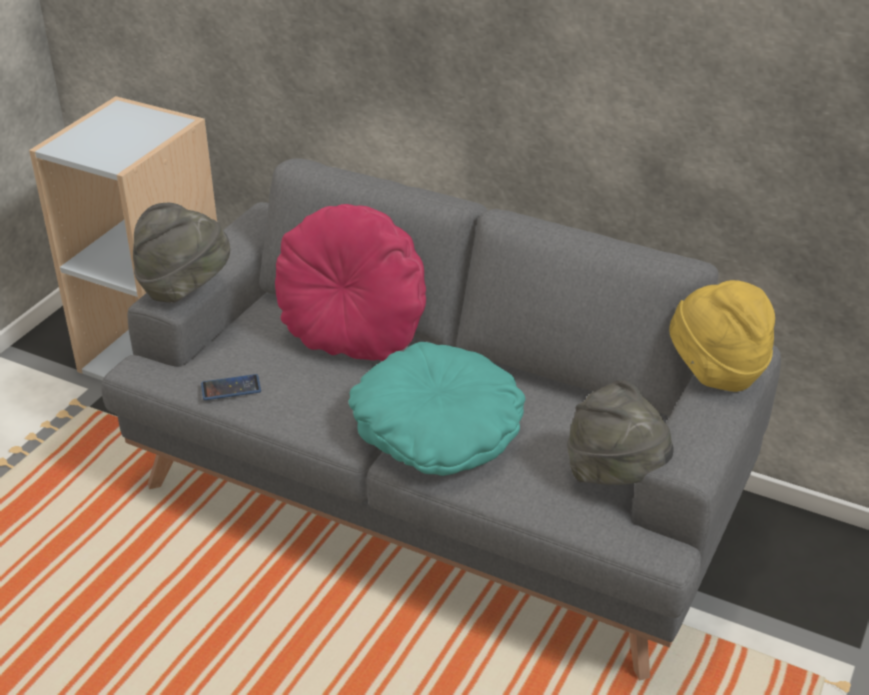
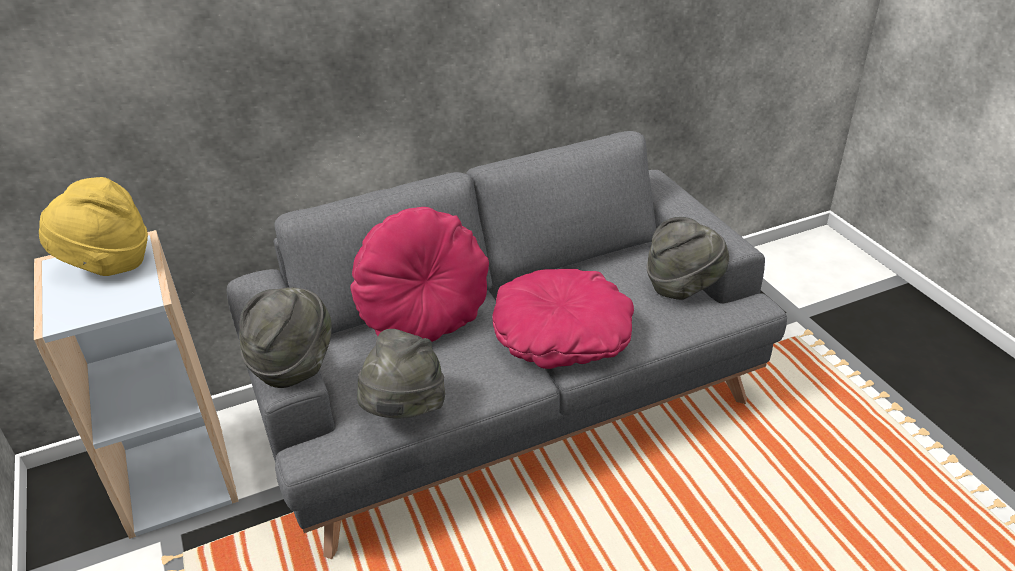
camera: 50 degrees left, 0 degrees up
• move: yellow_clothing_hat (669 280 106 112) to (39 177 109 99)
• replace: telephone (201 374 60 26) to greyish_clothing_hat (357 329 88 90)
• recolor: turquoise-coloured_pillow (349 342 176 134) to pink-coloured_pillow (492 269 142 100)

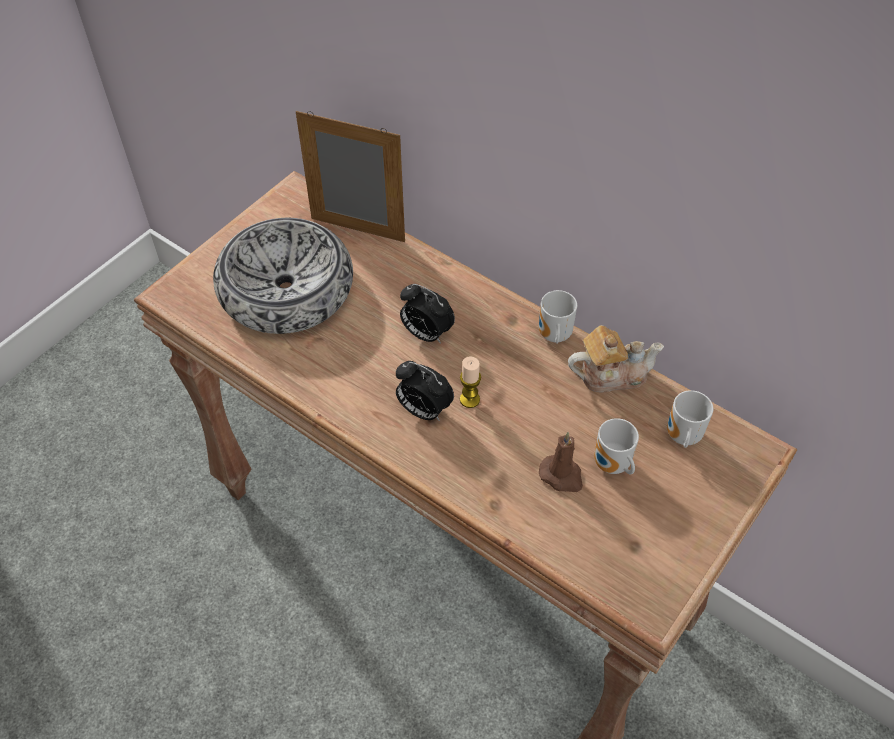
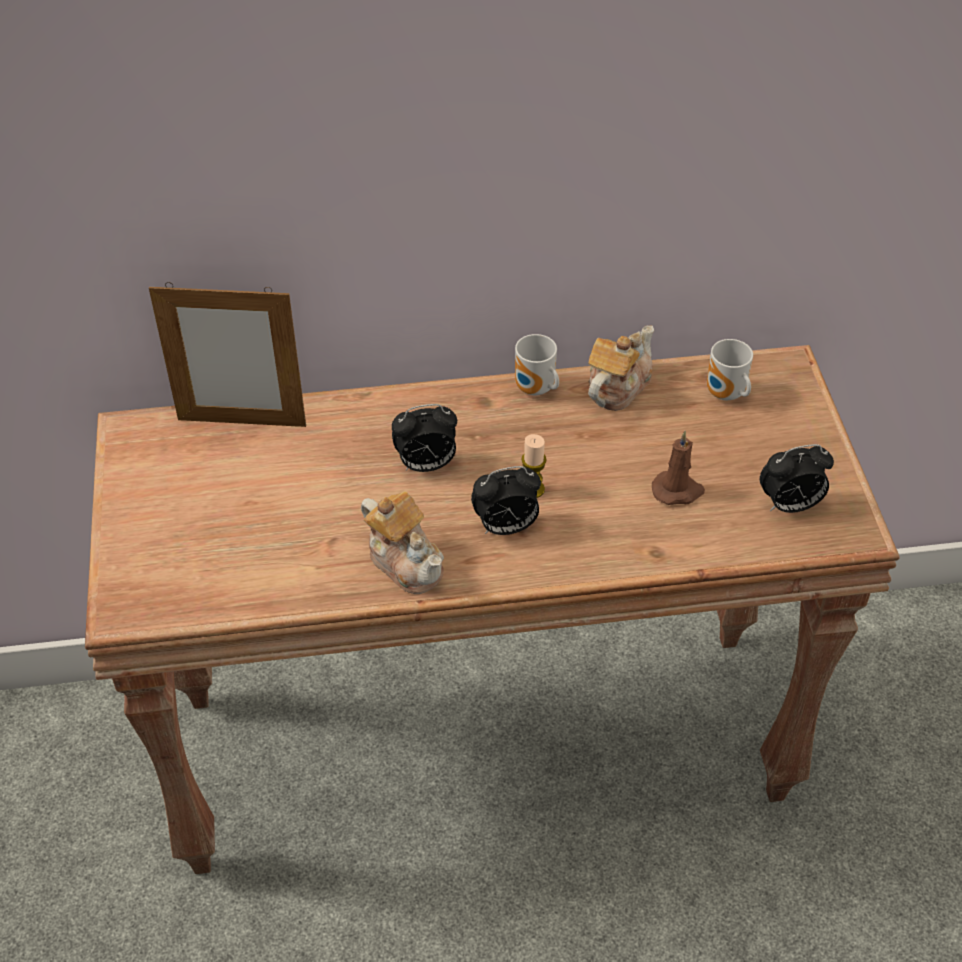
camera: 45 degrees left, 5 degrees down
• delete: bowl (213 218 140 116)
• delete: tea_mug (594 418 45 57)
• insert: pot_for_tea (361 491 83 103)
• insert: table_clock (760 444 74 69)
• rotate: photo_frame (296 111 109 131) = (149 282 157 145) 150 degrees counterclockwise

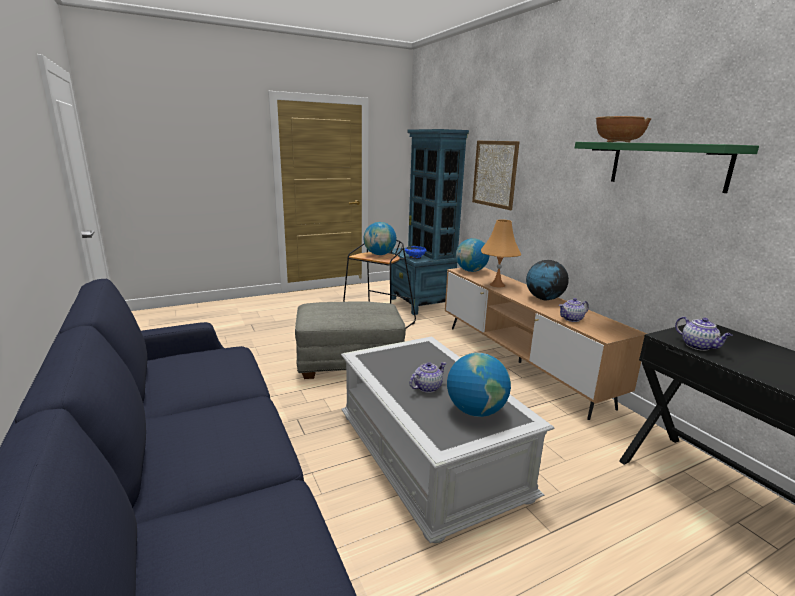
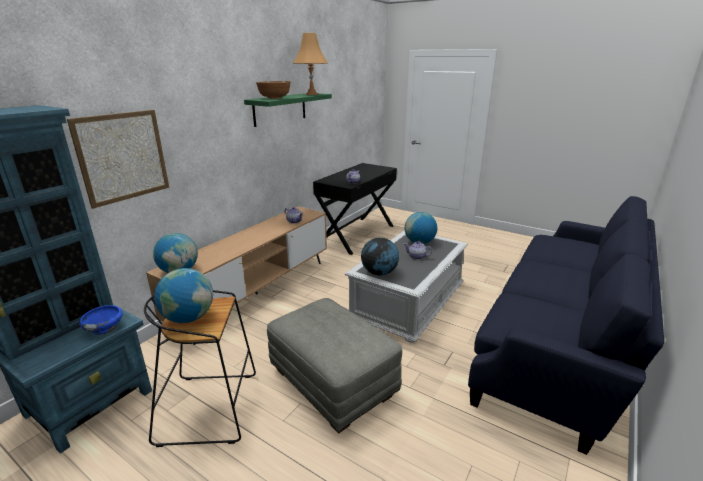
camera: 120 degrees left, 5 degrees up
• move: orangey_tabletop_lamp (481 219 40 68) to (293 33 35 62)
• move: world_globe (526 260 43 40) to (361 237 38 38)

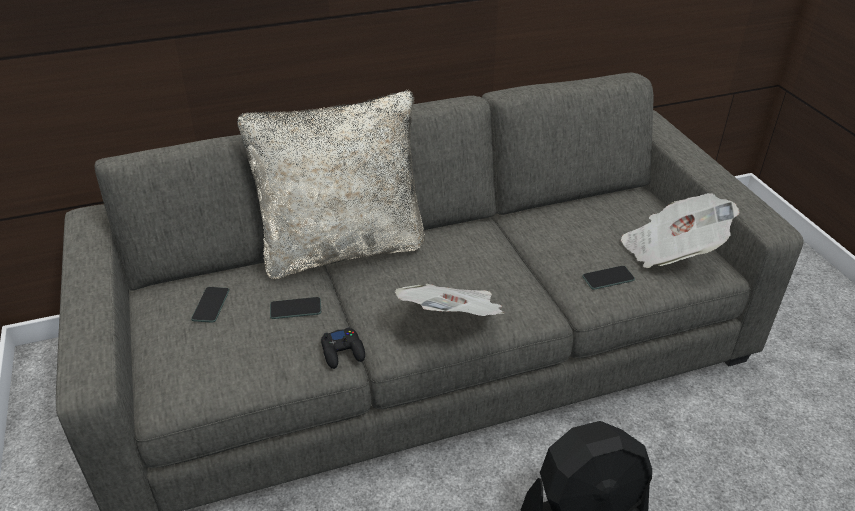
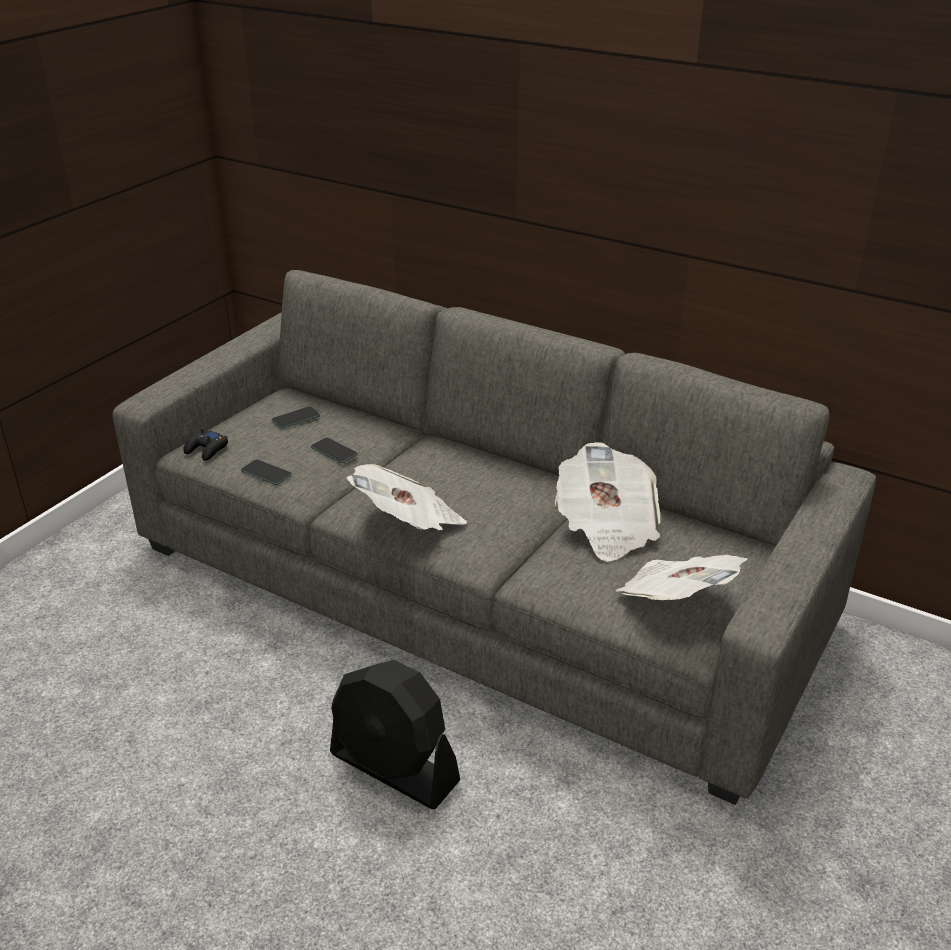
camera: 50 degrees right, 5 degrees down
• delete: beige-coloured_pillow (237 90 188 189)
• insert: printed_paper (555 442 106 120)
• move: blackish_joypad (321 327 44 42) to (183 429 45 32)
• move: telephone (582 266 53 24) to (241 459 51 26)

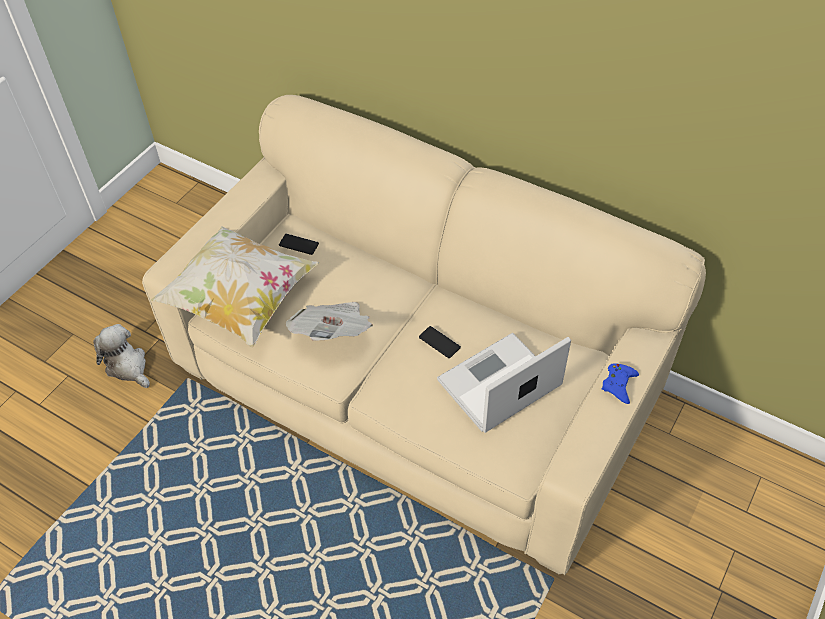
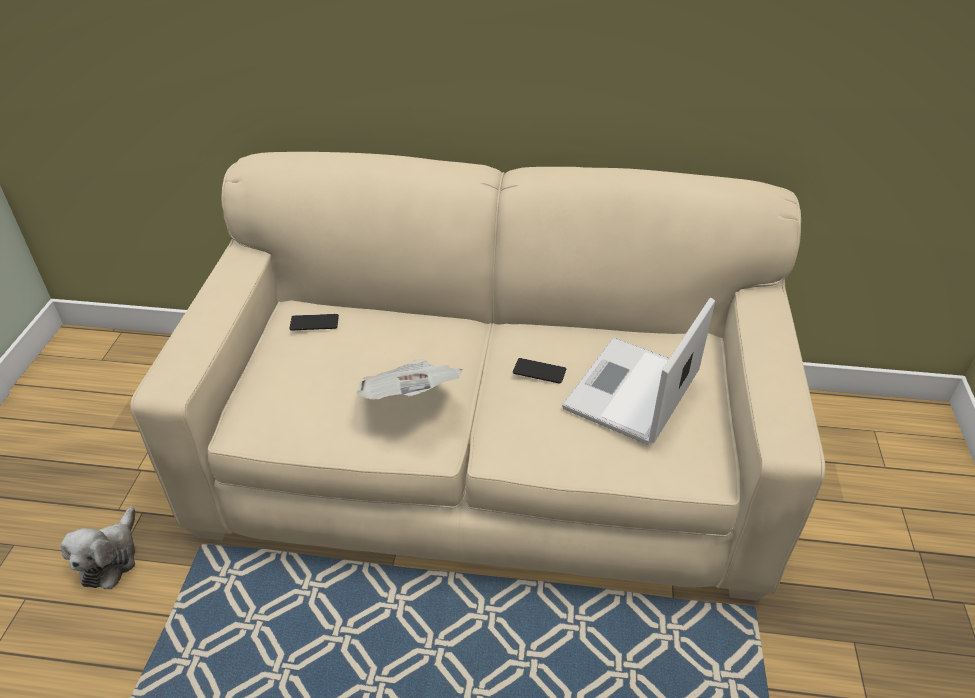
camera: 25 degrees left, 10 degrees down
• delete: pillow (150 227 169 120)
• delete: blue_joypad (601 363 38 41)
• rotate: cuddly_toy (93 324 57 64) = (61 507 74 82) 105 degrees counterclockwise

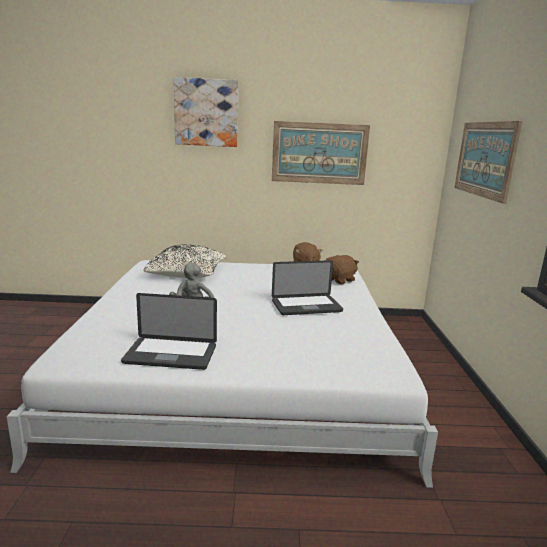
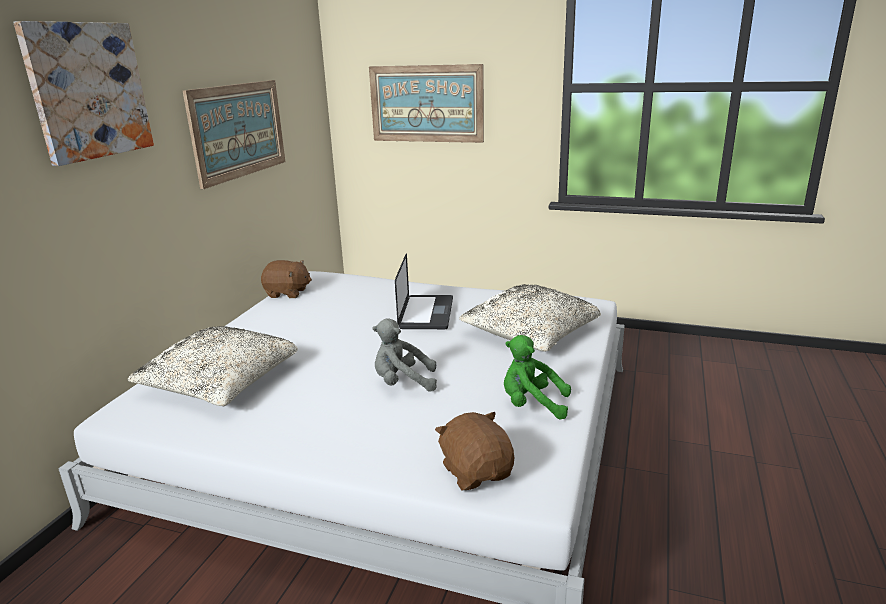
camera: 70 degrees left, 5 degrees up
• insert: beige-coloured_pillow (459 284 142 68)
• move: brown-coloured_cuddly_toy (325 255 34 29) to (435 411 79 79)
• replace: portable_computer (121 293 96 77) to green_cuddly_toy (504 335 67 84)

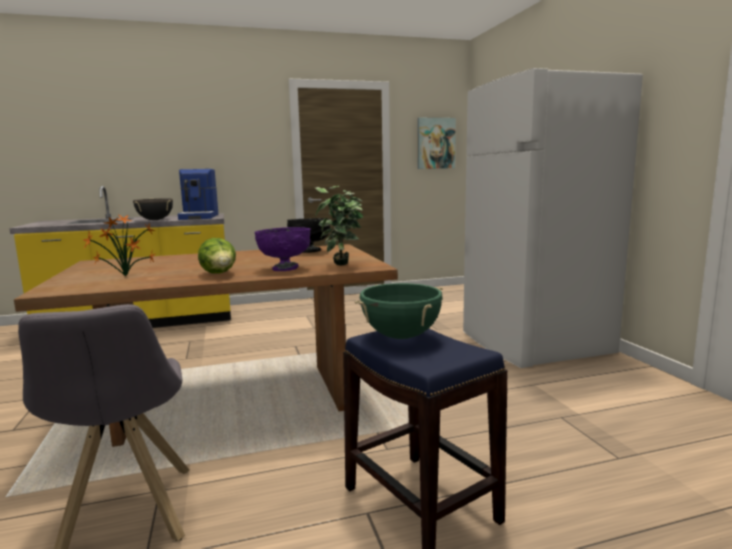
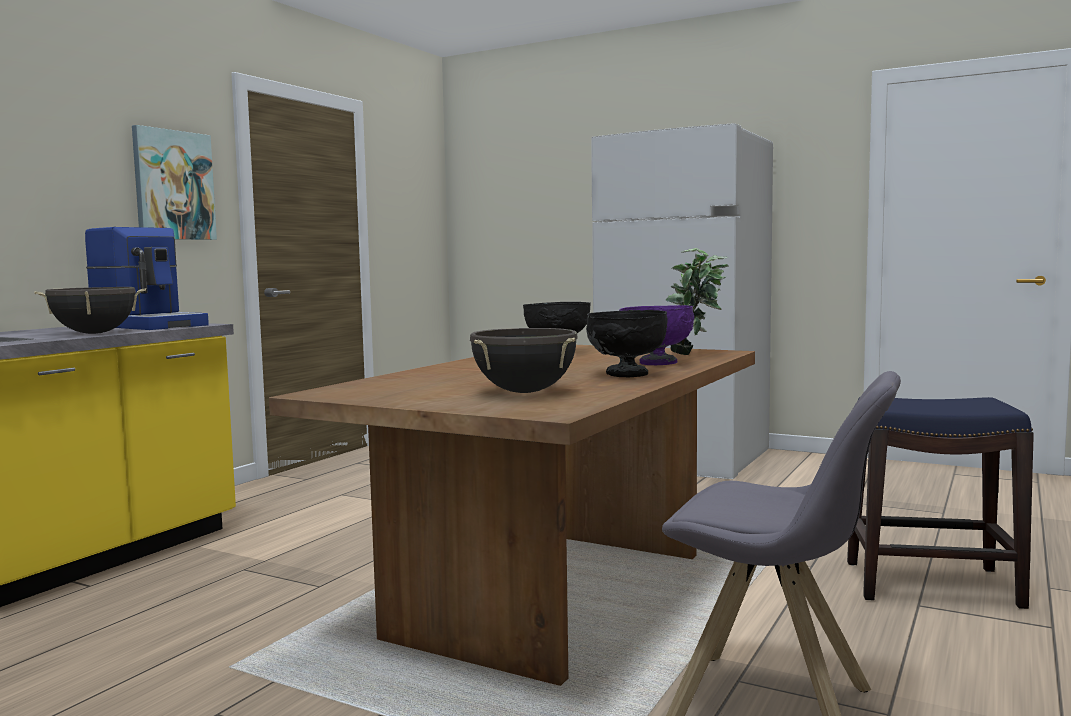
camera: 45 degrees left, 5 degrees down
• delete: green_saucepot (355 283 88 56)
• move: picture (418 118 38 51) to (132 125 85 115)
• replace: houseplant (83 214 72 63) to blackish_saucepot (470 328 108 65)
• replace: head_of_lettuce (198 238 38 36) to blackish_bowl (586 310 82 67)

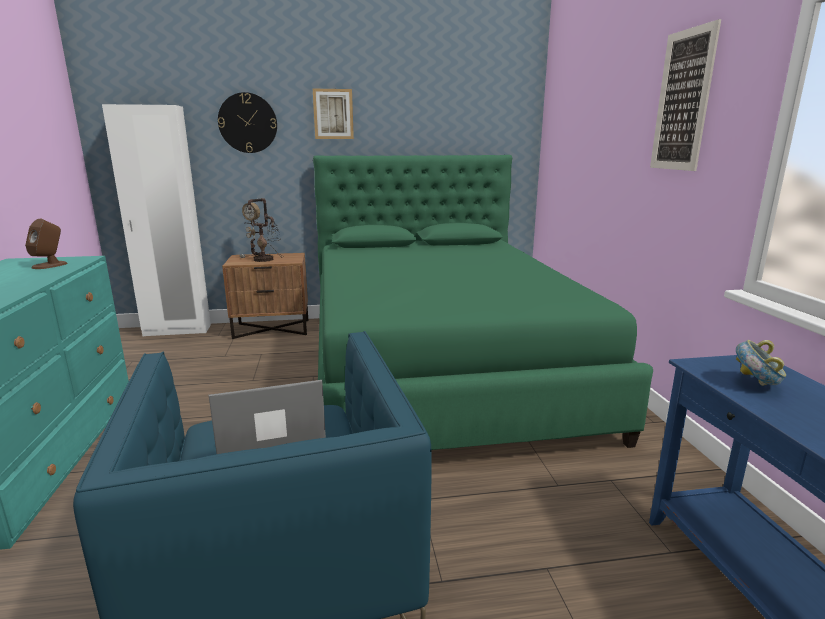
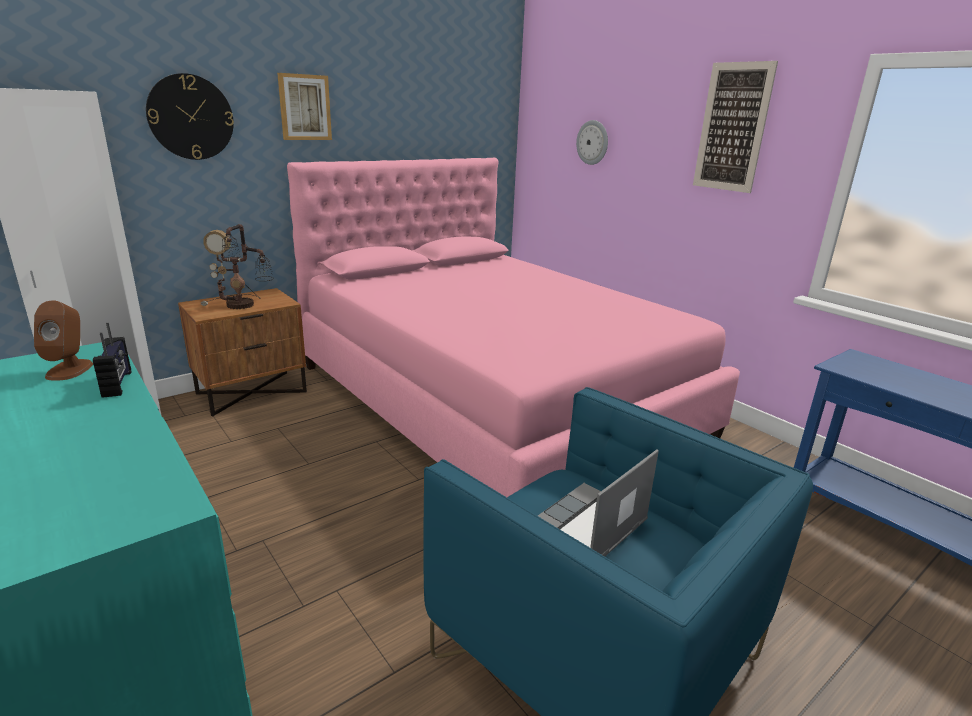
camera: 30 degrees left, 5 degrees up
• delete: bowl (736 340 50 46)
• insert: radio (93 322 38 76)
• insert: wall_clock (576 120 32 45)
• recolor: green_bed (313 155 340 295) to pink-coloured_bed (287 158 453 339)

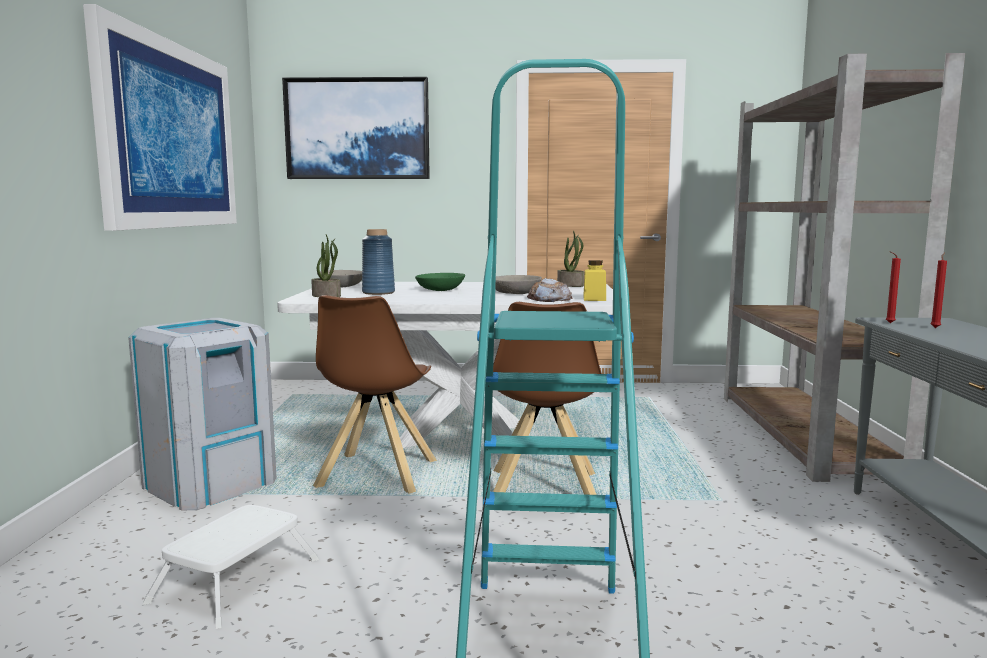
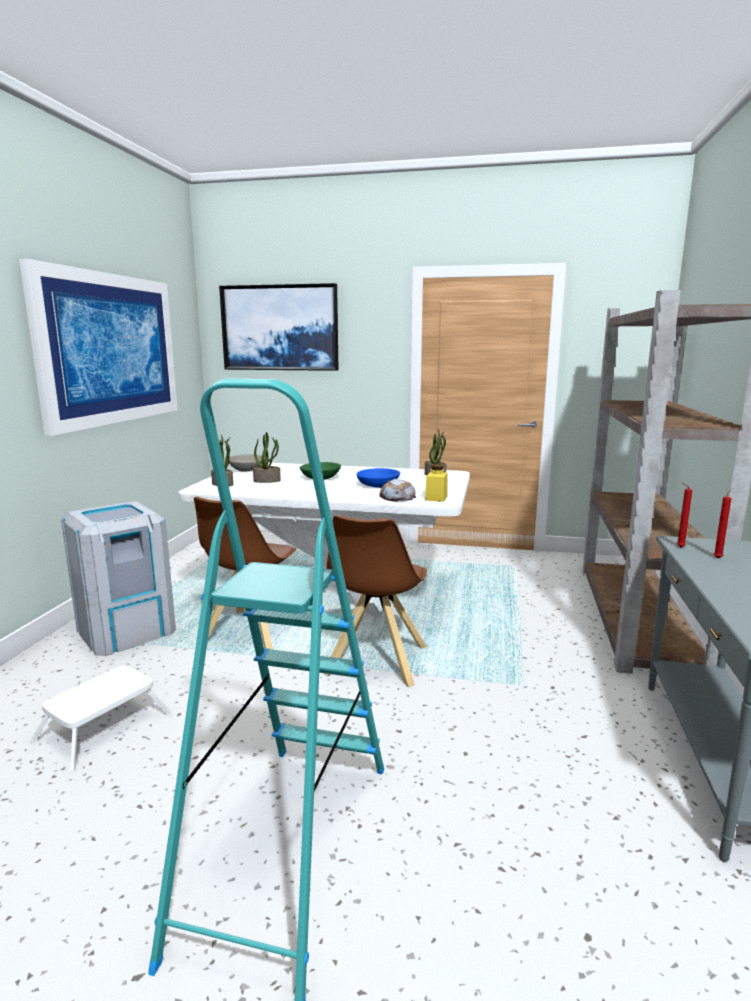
camera: 10 degrees right, 5 degrees up
• replace: blue_vase (362 229 33 66) to houseplant (253 432 28 51)
• recolor: greyish_bowl (495 275 47 19) to blue_bowl (356 468 44 20)

